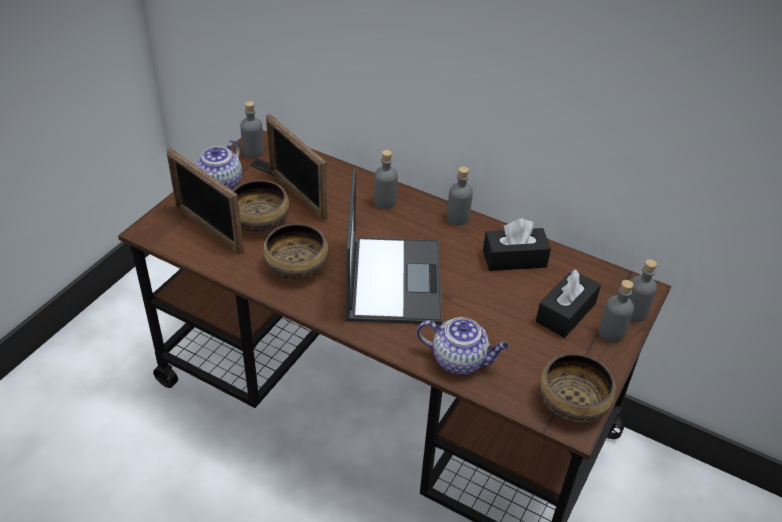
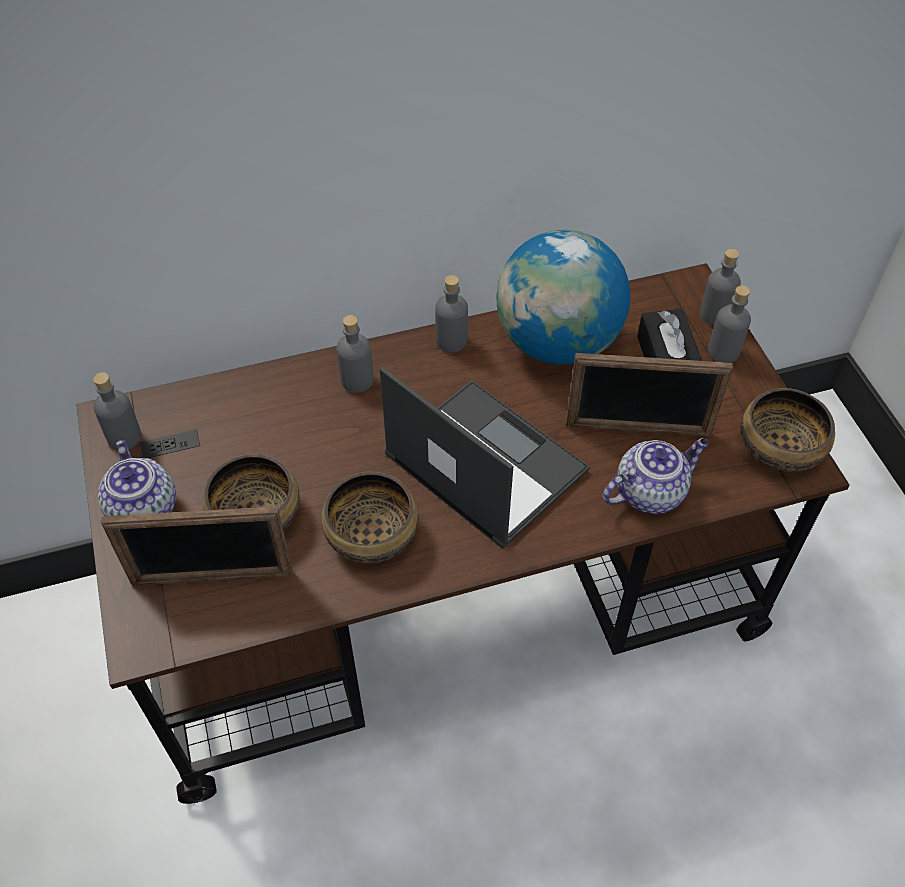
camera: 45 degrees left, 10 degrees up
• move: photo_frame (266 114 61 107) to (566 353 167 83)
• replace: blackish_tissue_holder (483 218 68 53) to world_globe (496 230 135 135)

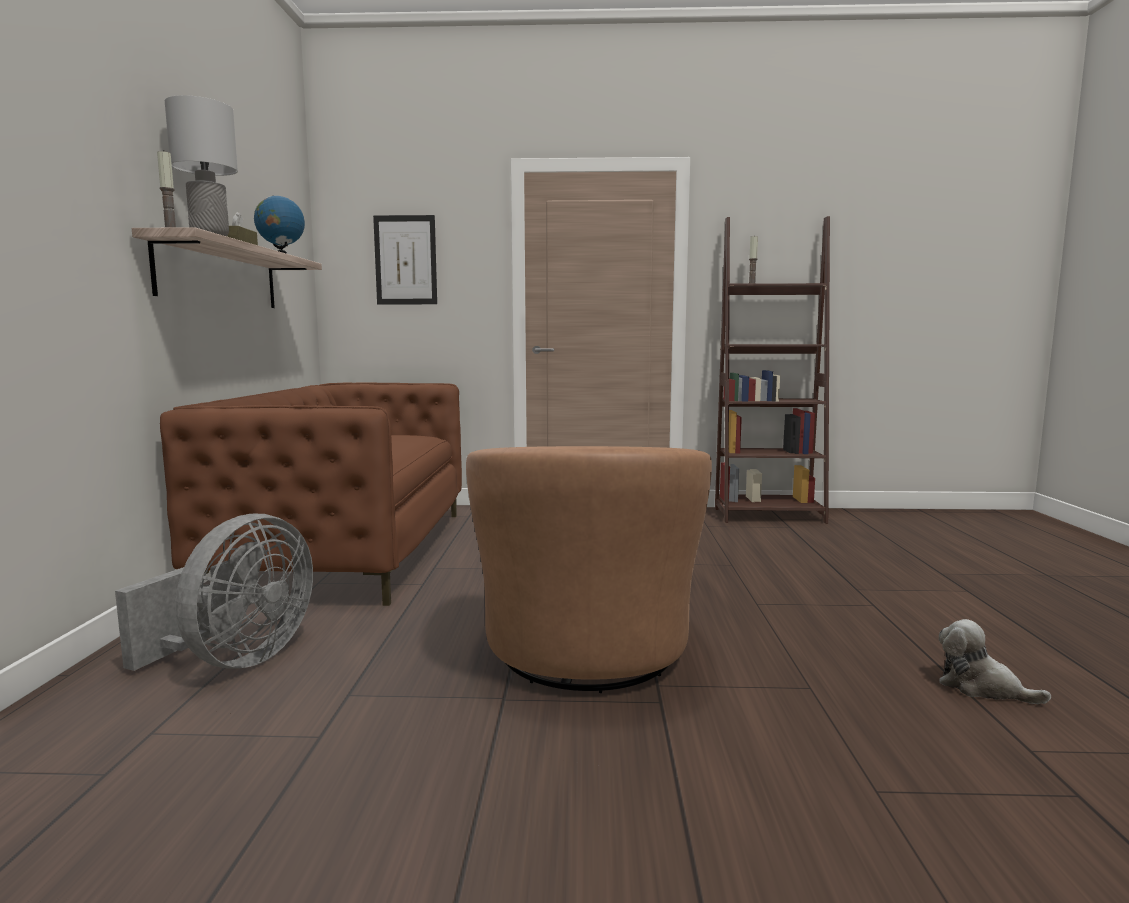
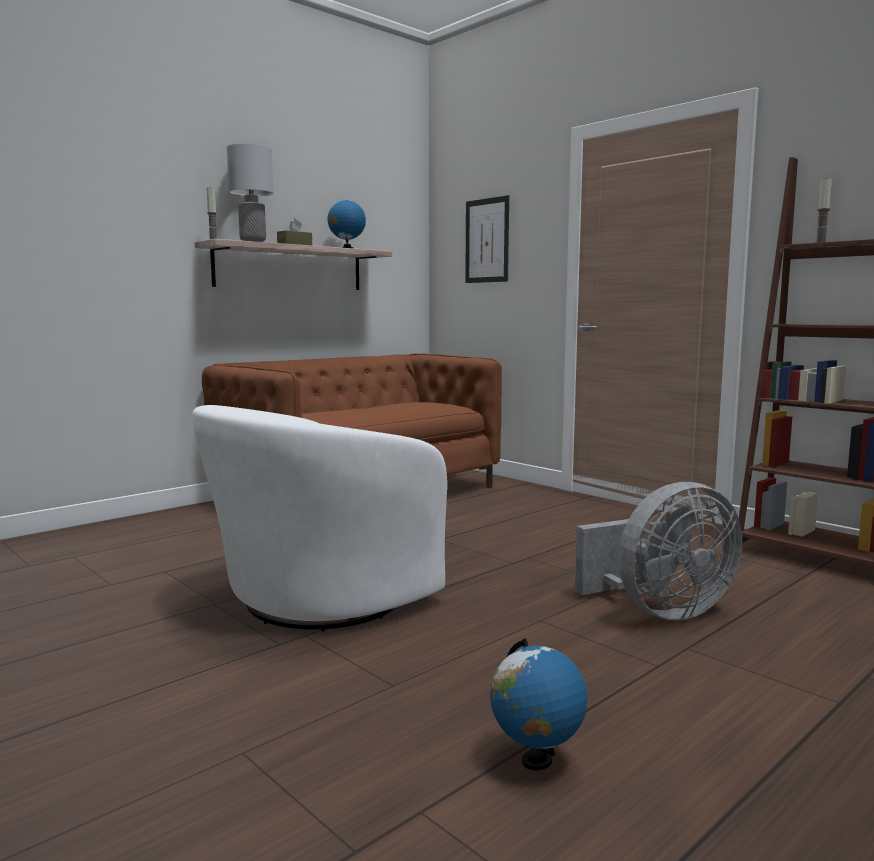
camera: 45 degrees right, 0 degrees up
• move: greyish_cooling_fan (115 514 198 157) to (575 482 167 139)
• replace: cuddly_toy (939 619 112 85) to world_globe (490 638 97 132)
• recolor: brown-coloured_lounge_chair (466 446 246 247) to whitish_lounge_chair (192 405 255 227)

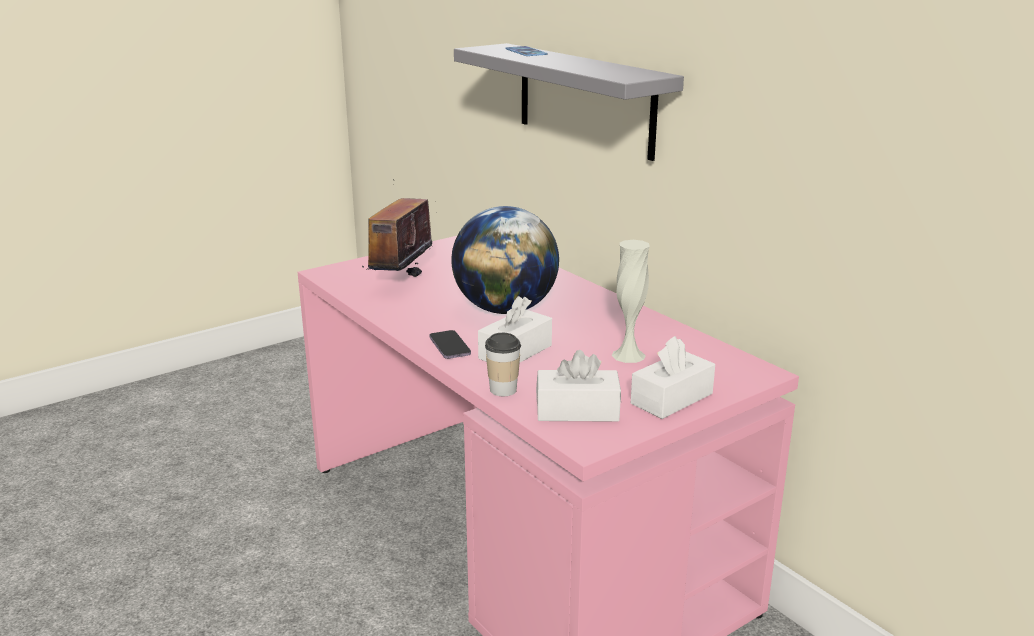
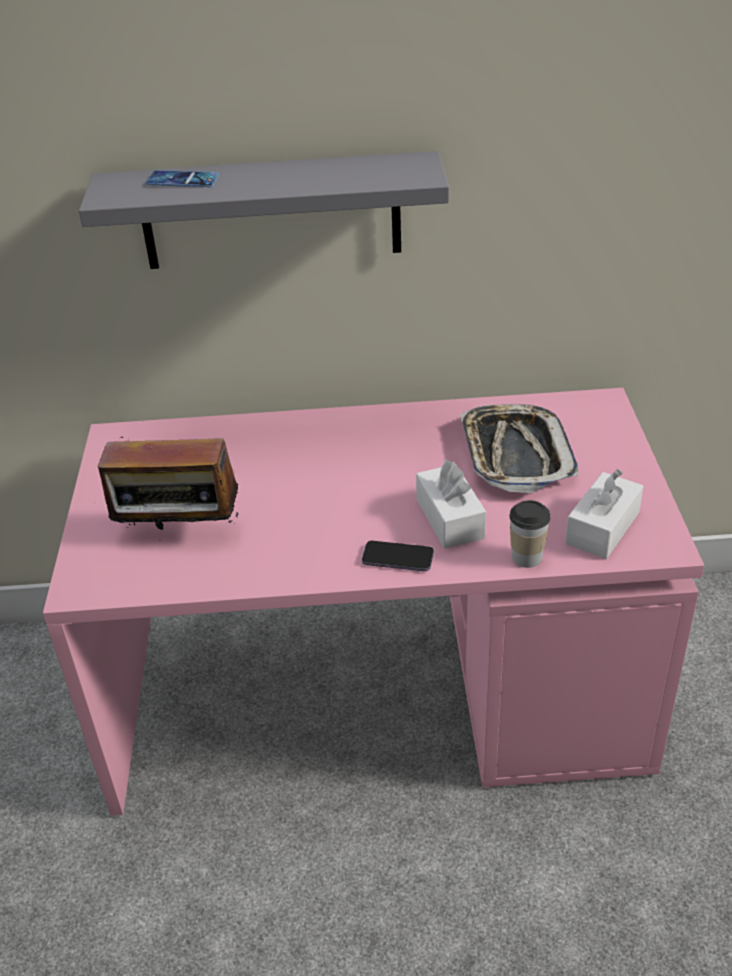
camera: 55 degrees left, 15 degrees up
• delete: world_globe (451 206 108 108)
• delete: whitish_tissue_holder (631 336 84 83)
• replace: whitish_vase (612 240 38 123) to carrying_tray (460 404 118 89)
• rotate: radio (362 198 74 79) = (98 437 140 104) 45 degrees counterclockwise

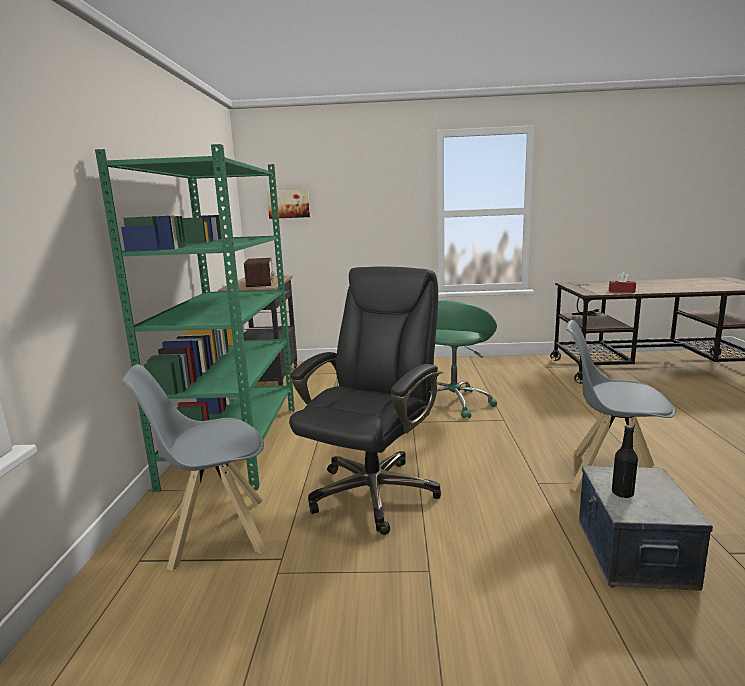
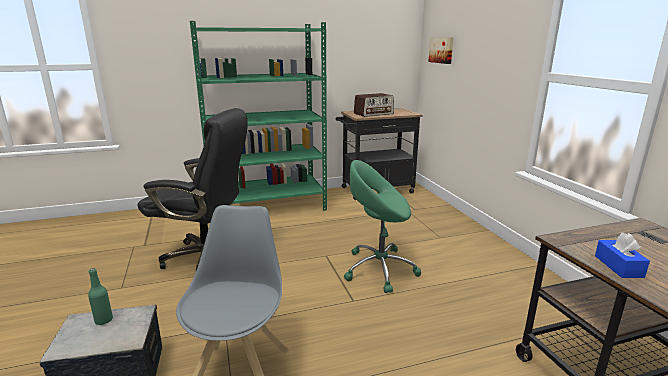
camera: 70 degrees right, 5 degrees up
• delete: greyish_upright_chair (121 364 146 207)
• recolor: red-coloured_tissue_holder (609 272 27 21) to blue_tissue_holder (595 233 55 45)
• recolor: blackish_beverage_bottle (612 425 26 73) to green_beverage_bottle (88 268 25 57)

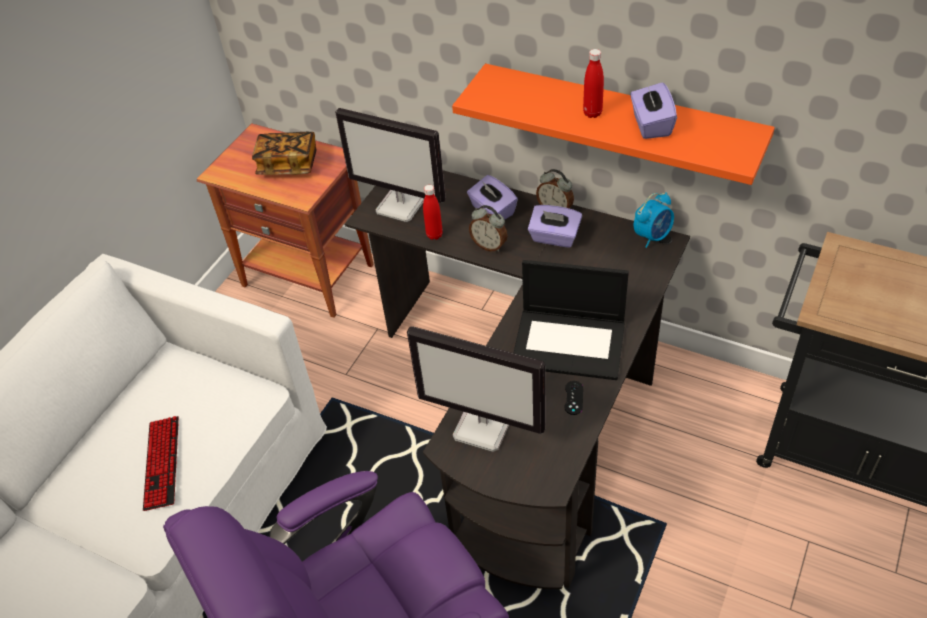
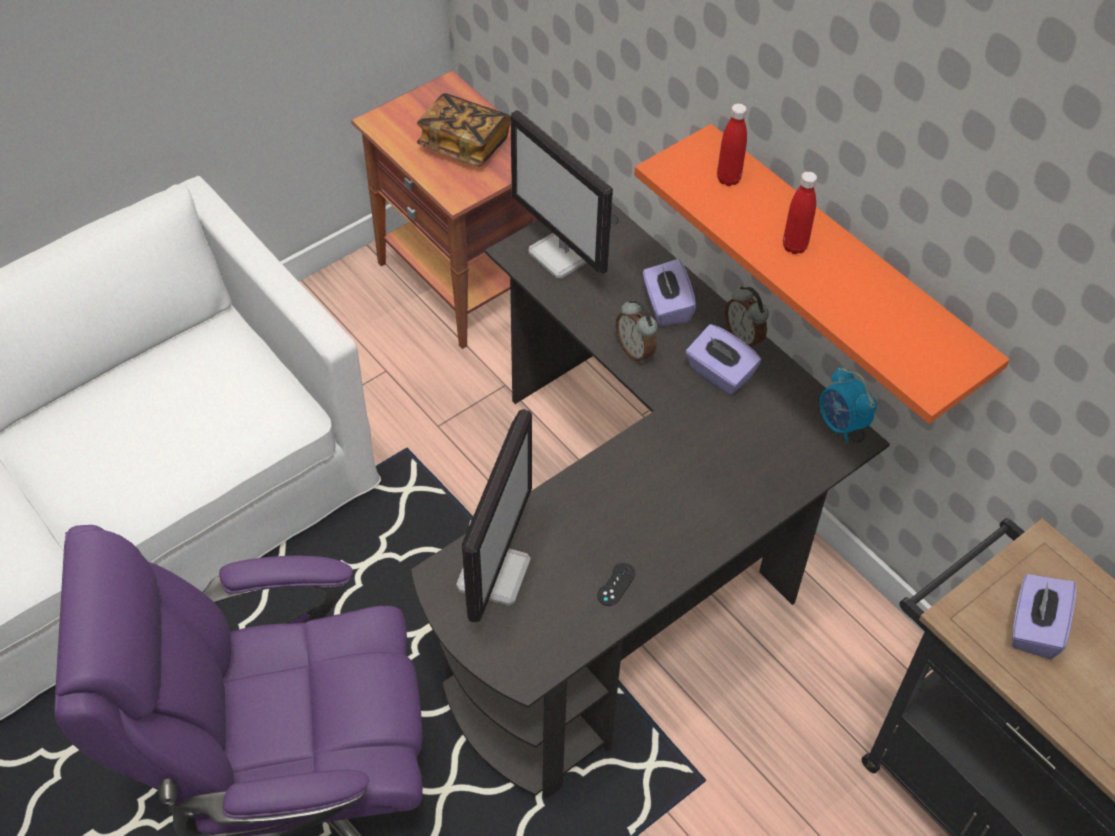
camera: 20 degrees right, 5 degrees up
• delete: keyboard (143 416 36 95)
• delete: portable_computer (513 260 116 120)
• move: red-coloured_beverage_bottle (423 185 20 55) to (717 103 30 83)
• move: purple_tissue_holder (630 82 47 57) to (1012 574 64 85)
• rotate: computer_display (407 326 139 126) = (456 409 76 214) 120 degrees counterclockwise
• rotate: table_clock (634 192 40 56) = (820 366 57 77) 75 degrees clockwise

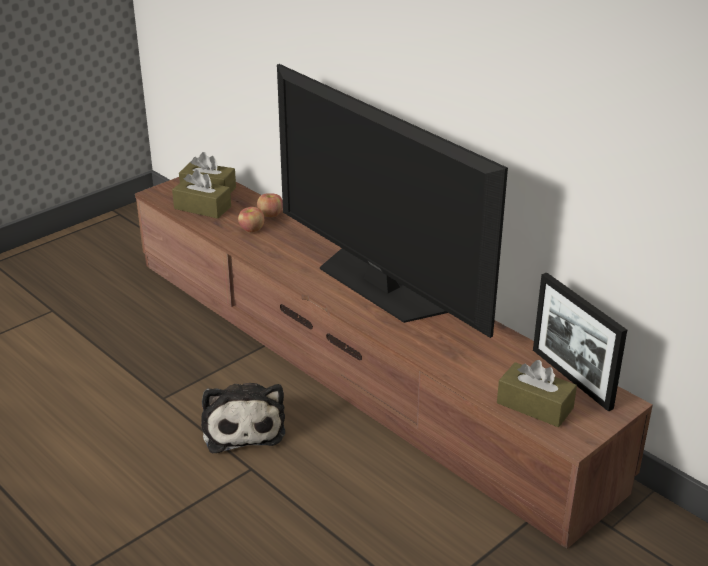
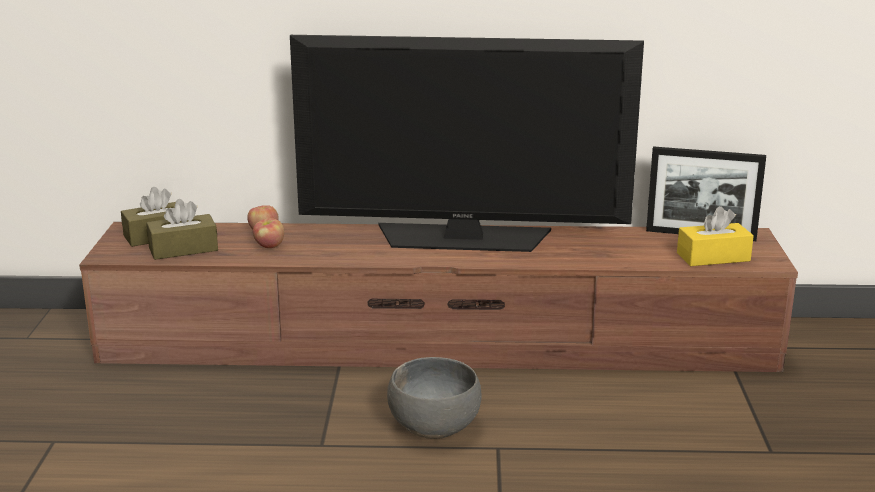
camera: 45 degrees left, 10 degrees down
• replace: cuddly_toy (201 383 84 70) to greyish_bowl (387 357 94 82)
• recolor: brown-coloured_tissue_holder (497 360 80 67) to yellow_tissue_holder (677 206 77 60)

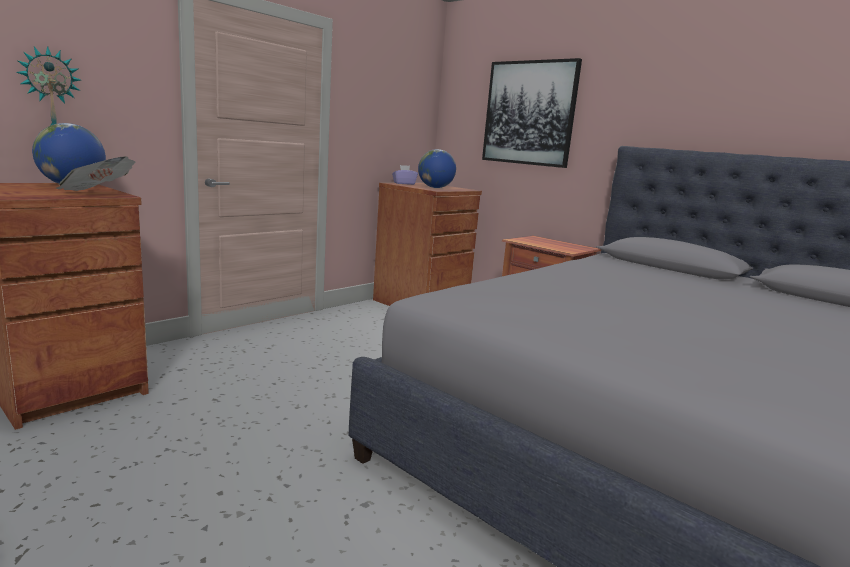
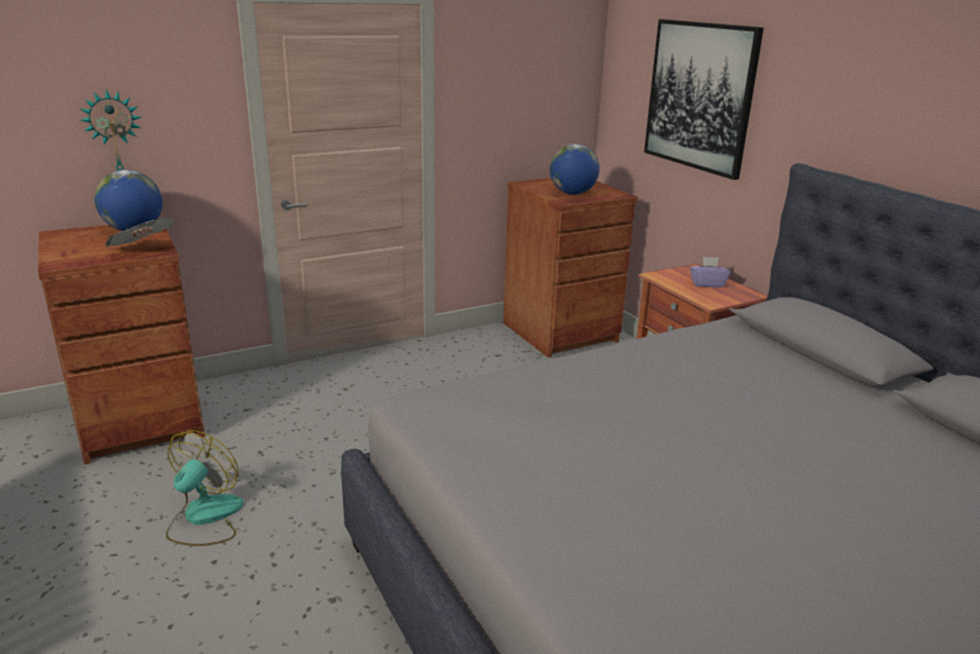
camera: 20 degrees right, 10 degrees up
• insert: cooling_fan (166 430 78 116)
• move: purple_tissue_holder (392 165 26 20) to (690 257 40 30)

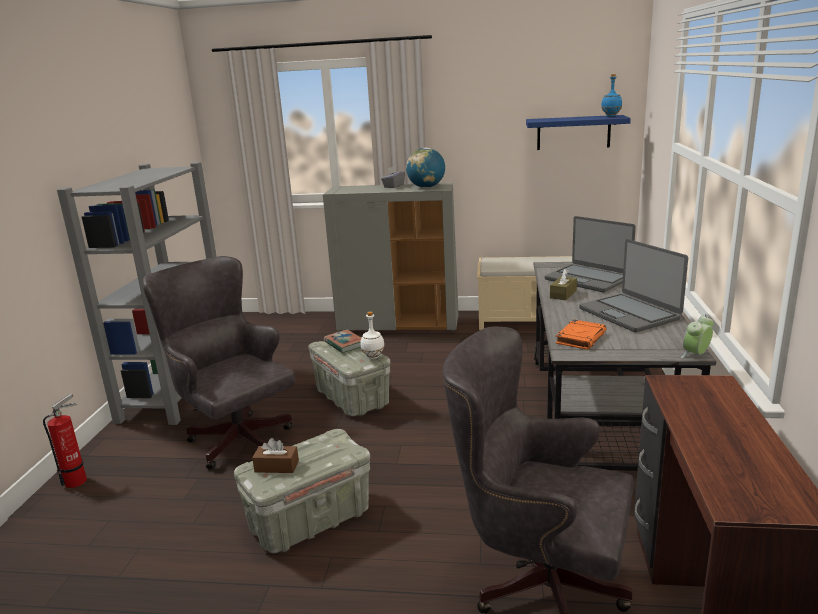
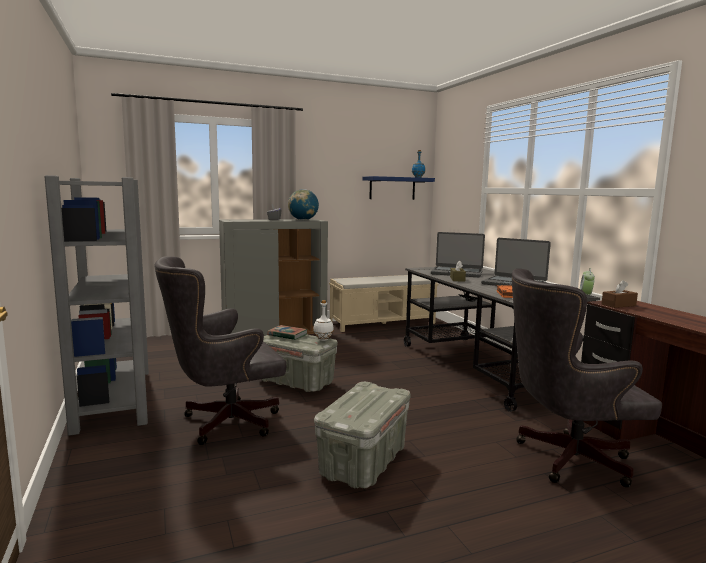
camera: 30 degrees left, 10 degrees down
• delete: fire-fighting_cylinder (43 394 44 94)
• move: brown-coloured_tissue_holder (252 438 47 35) to (601 280 37 28)
• rotate: greyish_office_chair (143 256 152 214) = (154 256 132 189) 45 degrees counterclockwise

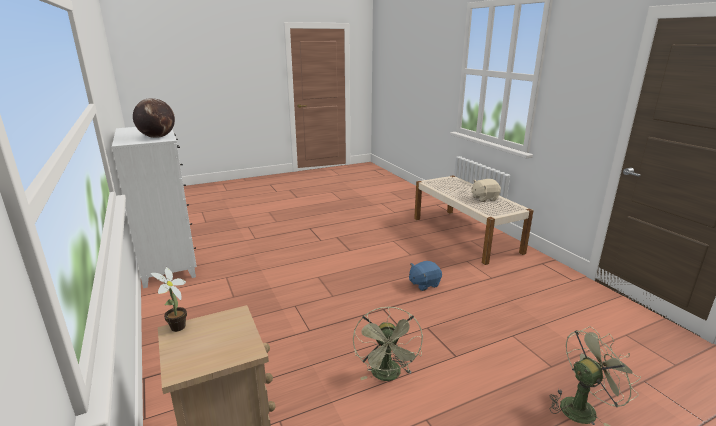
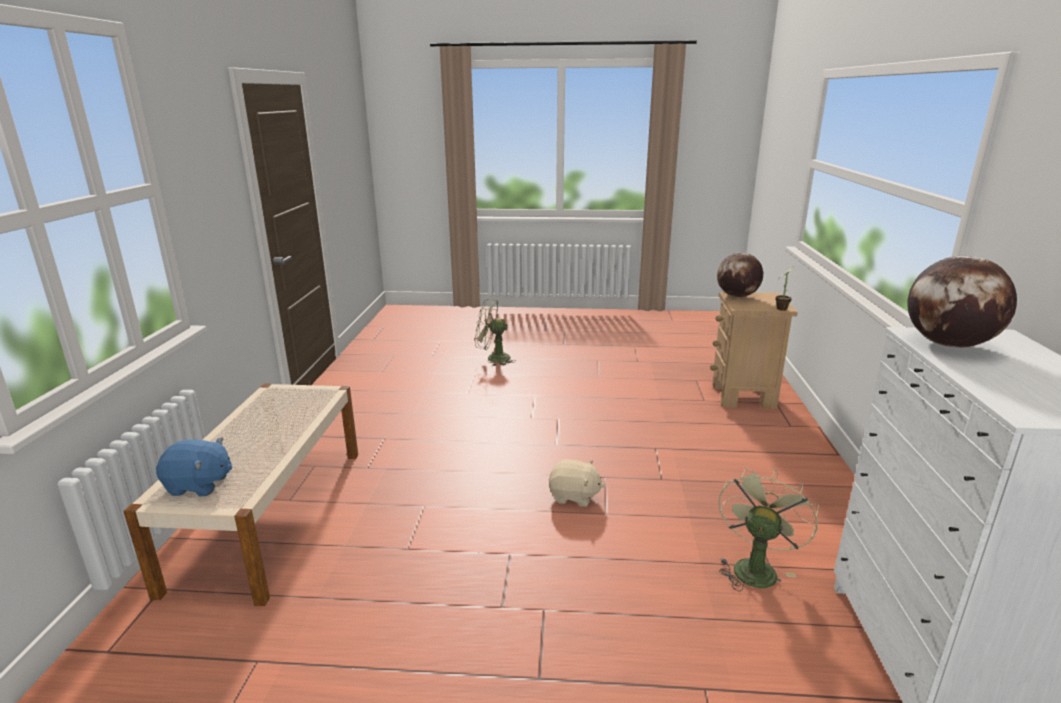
camera: 150 degrees left, 0 degrees up
• insert: world_globe (717 252 46 45)
• move: green_cooling_fan (353 306 70 75) to (719 468 100 124)
• move: blue_cuddly_toy (409 261 33 30) to (156 438 76 58)
• move: beige-coloured_cuddly_toy (471 179 30 23) to (548 459 56 48)

